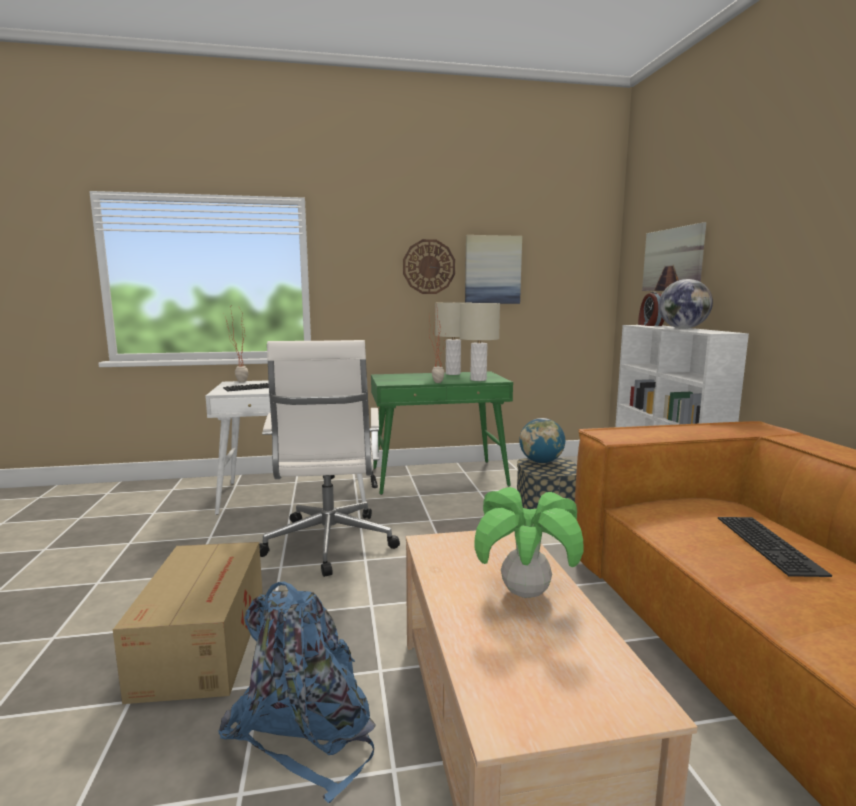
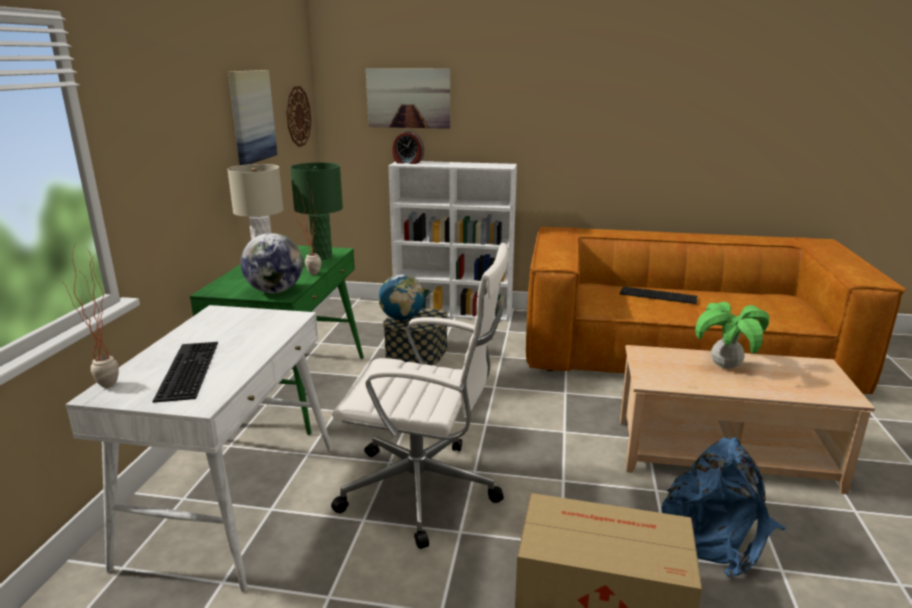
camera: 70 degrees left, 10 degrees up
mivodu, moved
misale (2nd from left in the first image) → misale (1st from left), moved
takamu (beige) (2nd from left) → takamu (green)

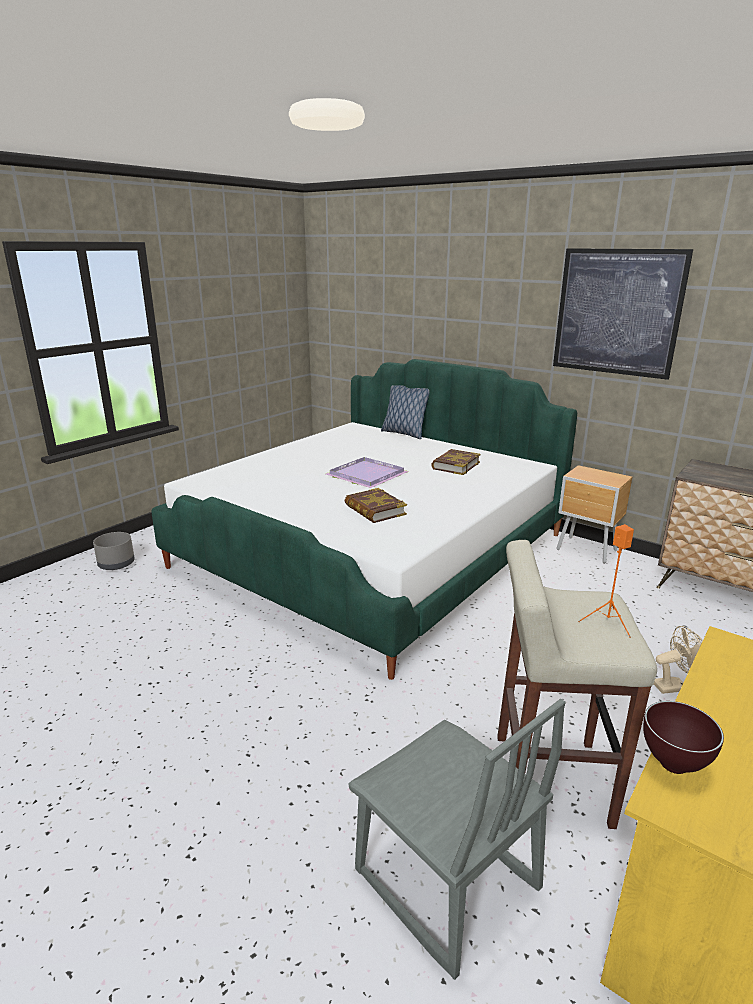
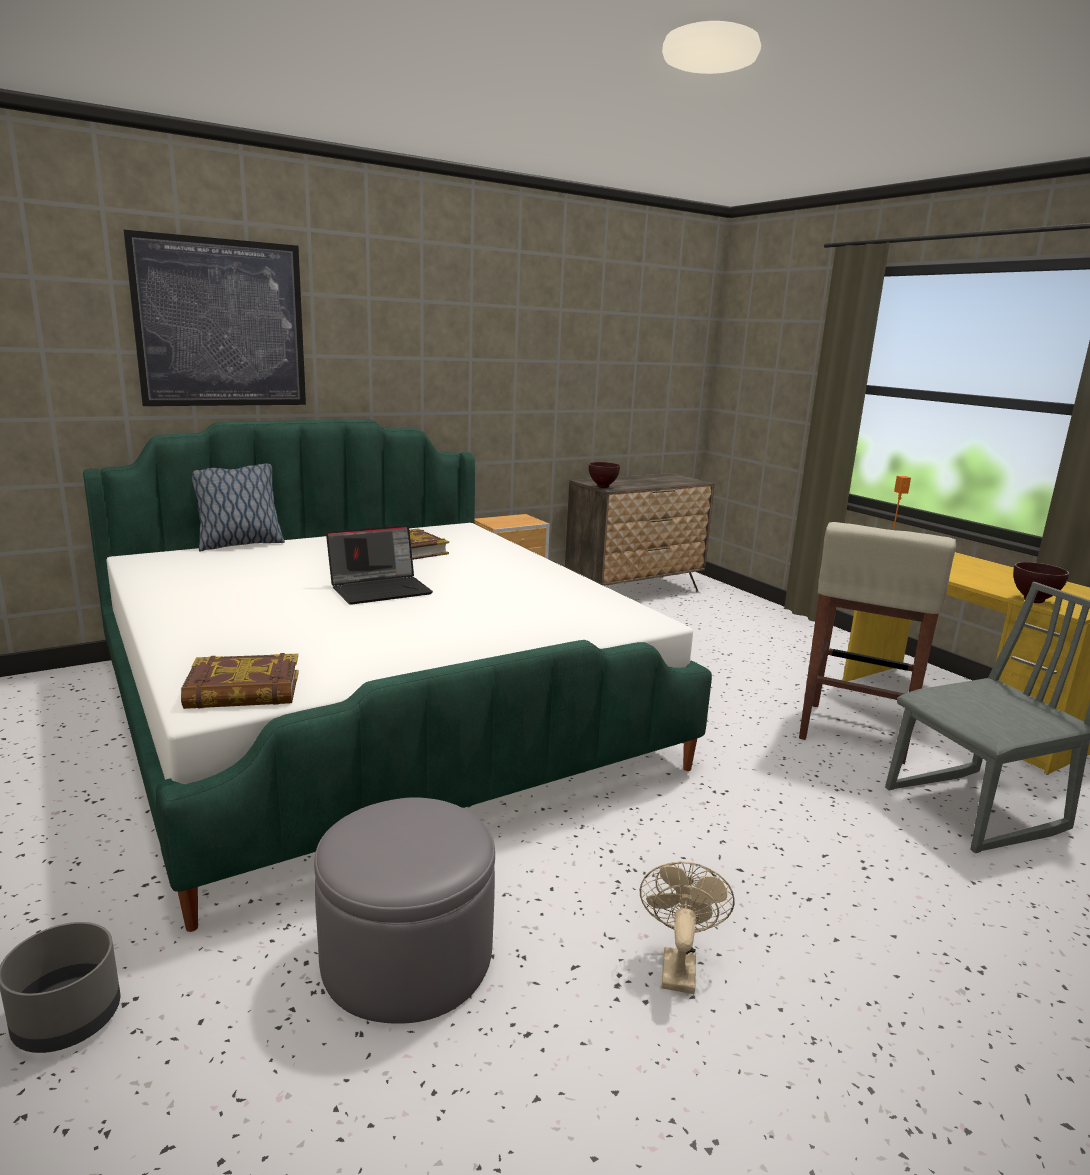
camera: 70 degrees left, 5 degrees down
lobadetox, moved
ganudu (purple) → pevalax
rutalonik (1st from left), moved
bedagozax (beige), moved
- → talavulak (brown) (1st from left)
- → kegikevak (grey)

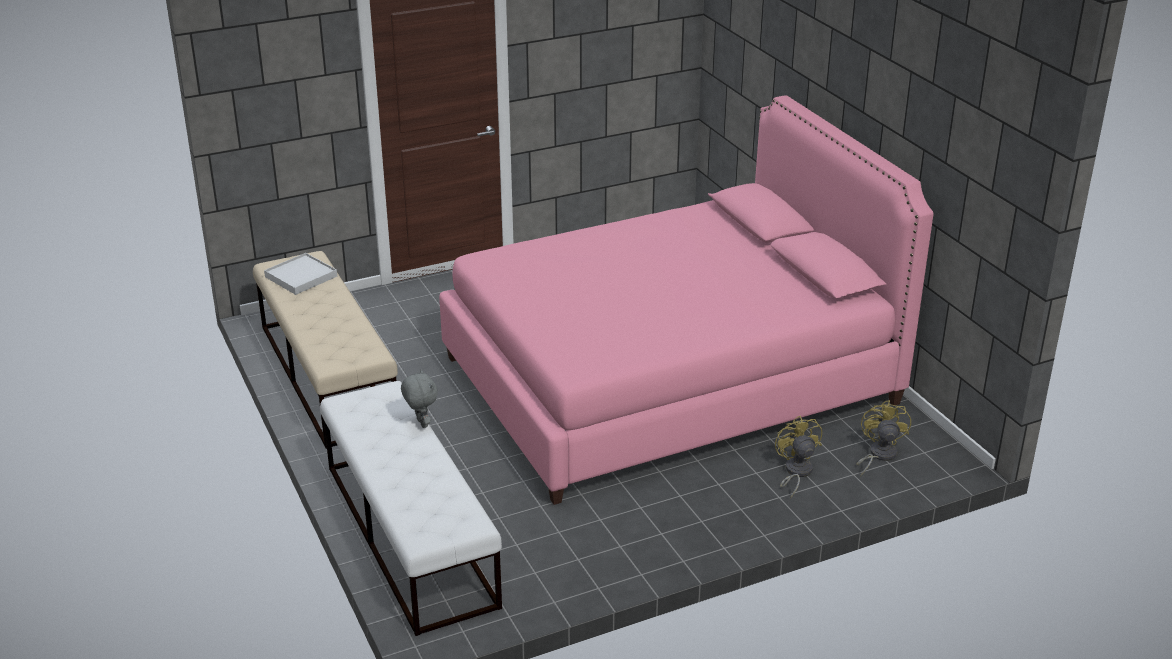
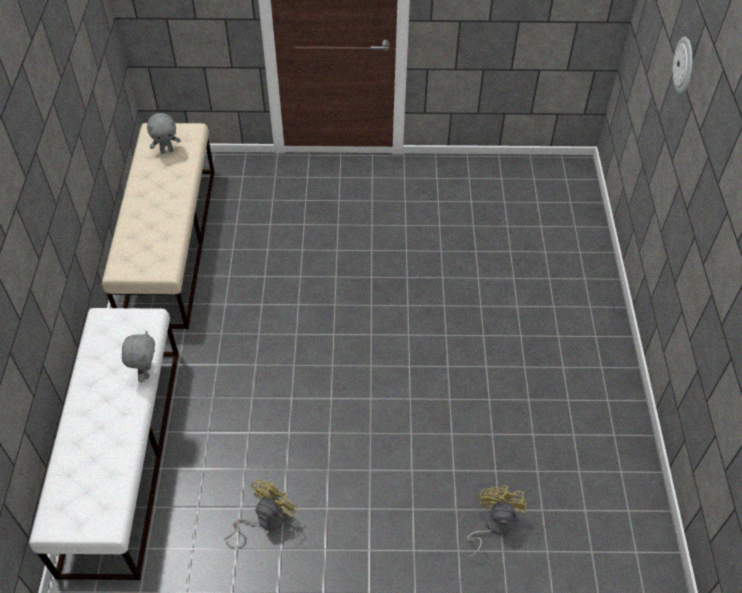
camera: 25 degrees right, 20 degrees up
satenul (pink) → -
ganudu (white) → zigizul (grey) (2nd from left)
bedagozax (yellow) (2nd from left in the first image) → bedagozax (yellow) (1st from left), moved
- → mivodu

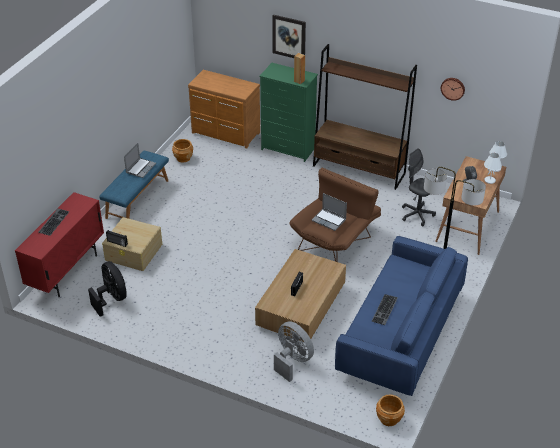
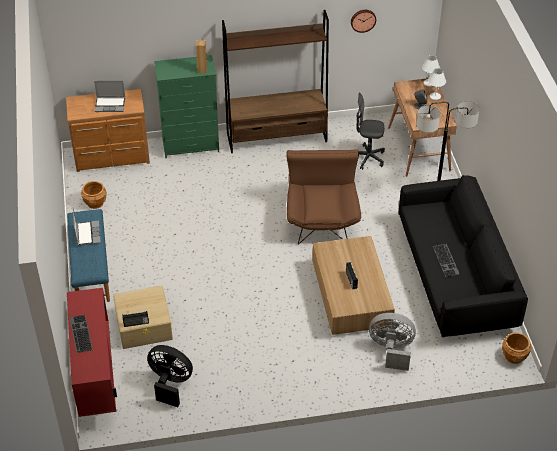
camera: 35 degrees left, 5 degrees up
lobadetox → -
pevalax (2nd from left), moved
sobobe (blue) → sobobe (black)

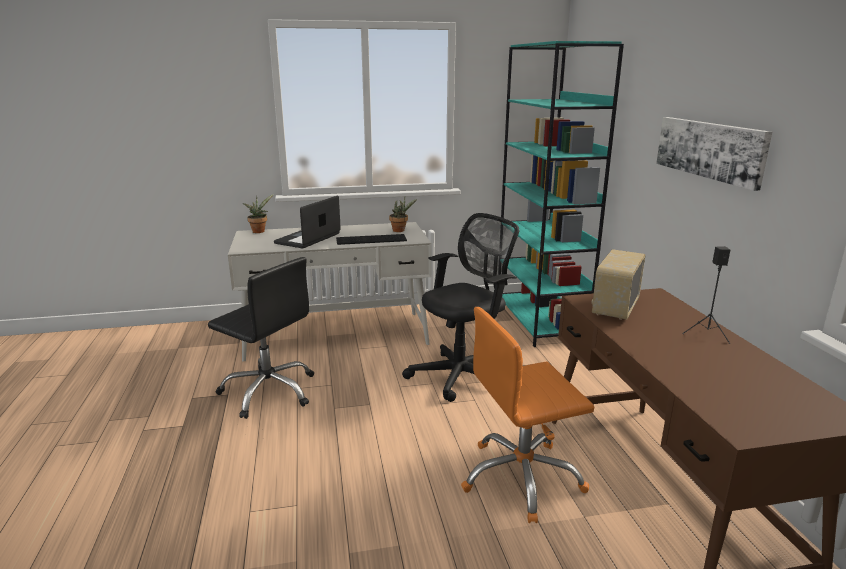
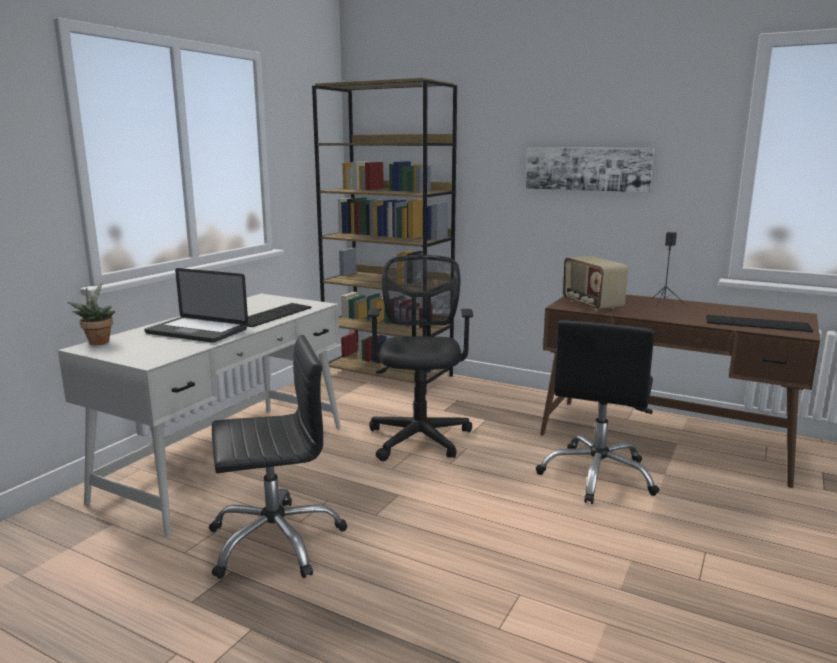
camera: 50 degrees left, 5 degrees down
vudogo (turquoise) → vudogo (brown)
pevalax, 45 degrees counterclockwise
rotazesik (2nd from left) → -
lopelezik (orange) → lopelezik (black) (3rd from left)
- → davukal (2nd from left)

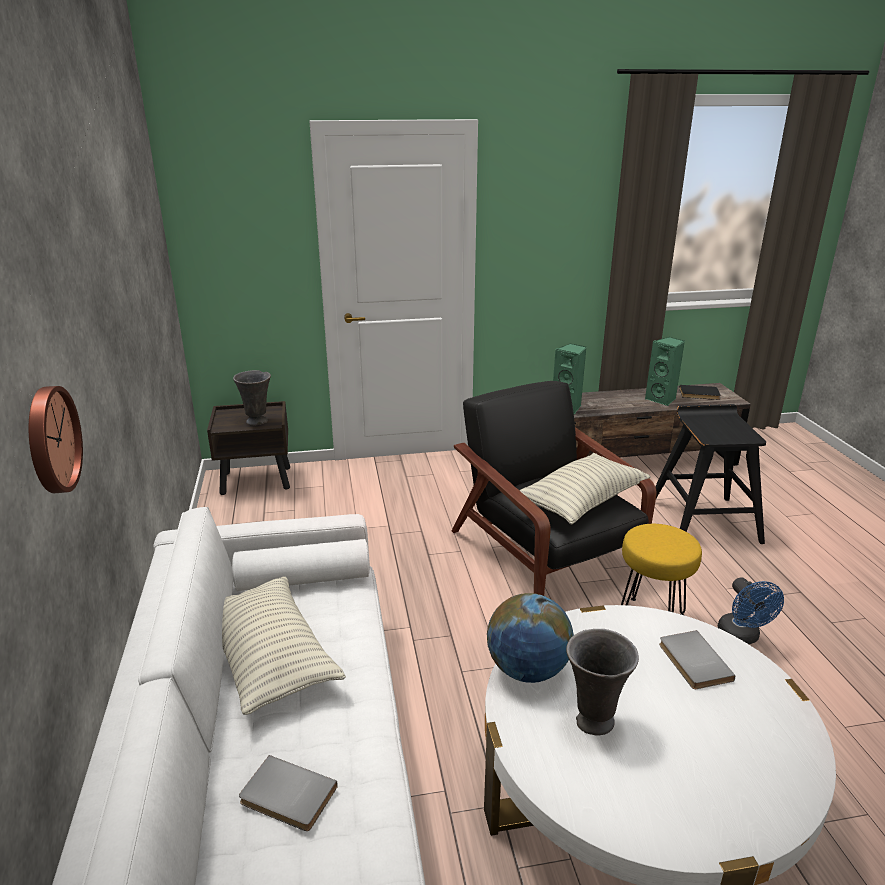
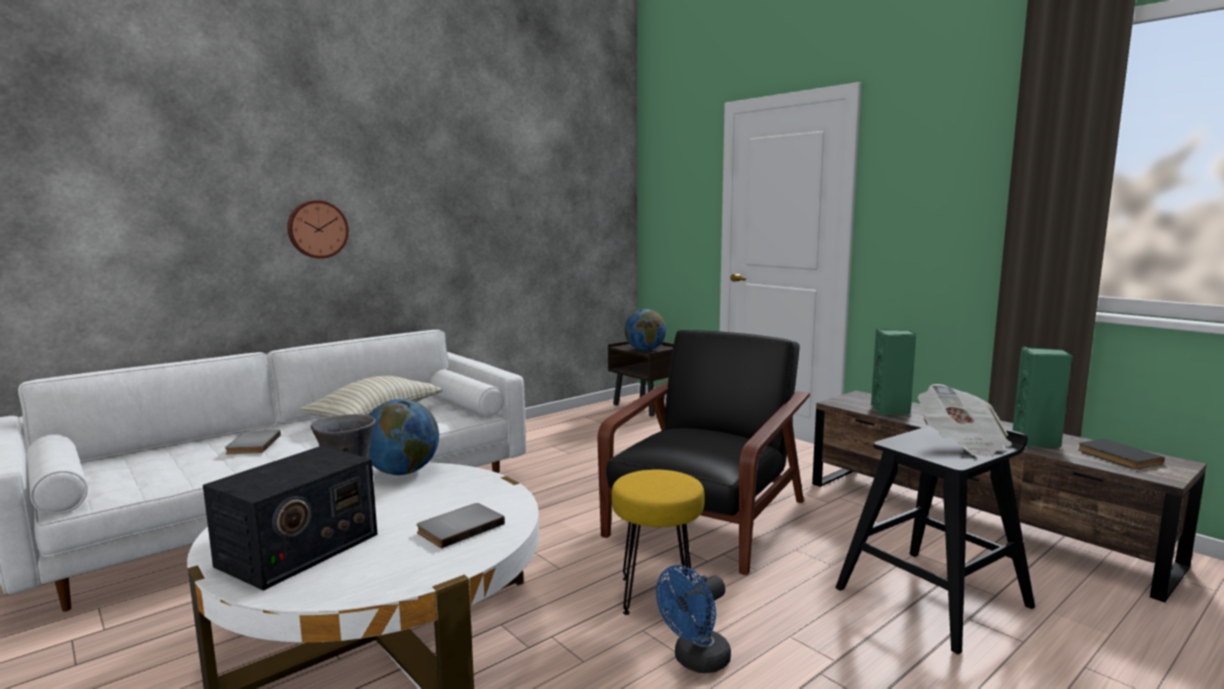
camera: 60 degrees right, 15 degrees down
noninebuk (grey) (1st from left) → misale (2nd from left)
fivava (2nd from left) → -
- → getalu
- → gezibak

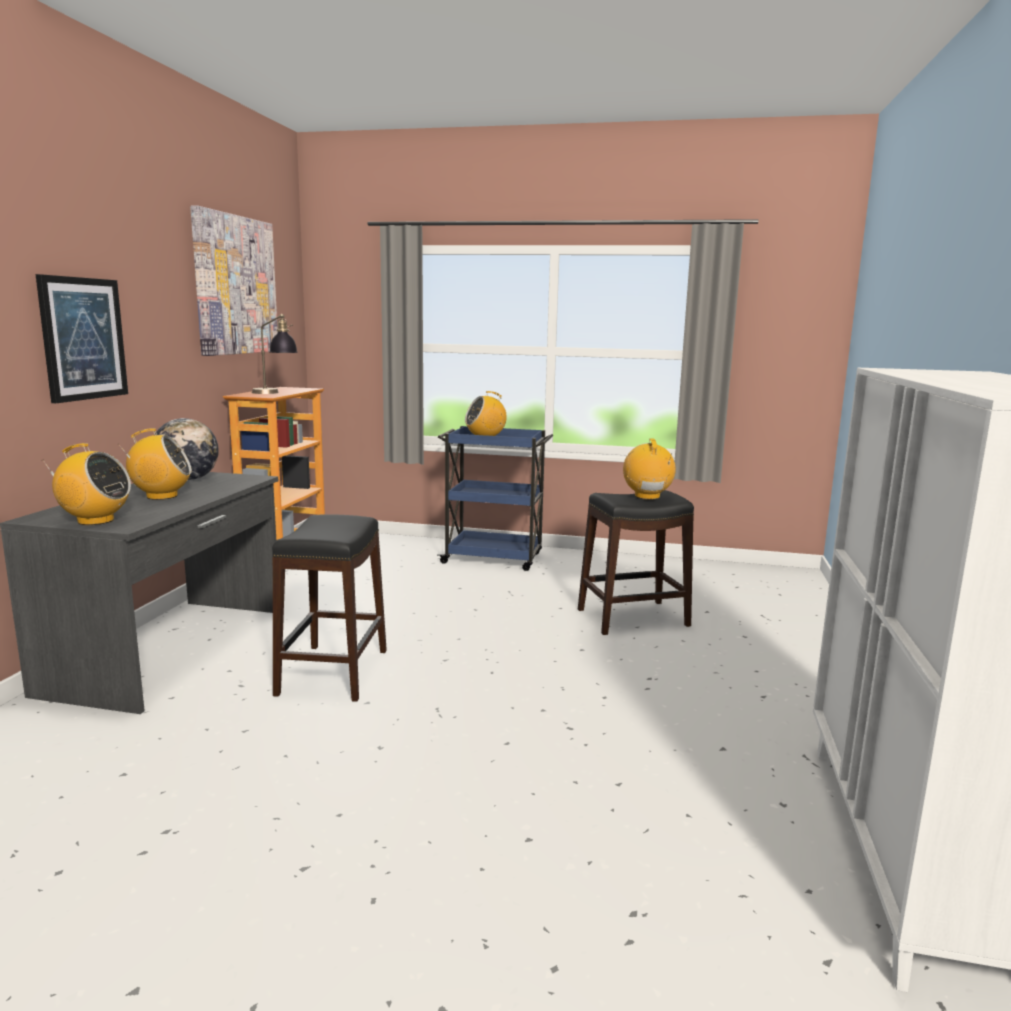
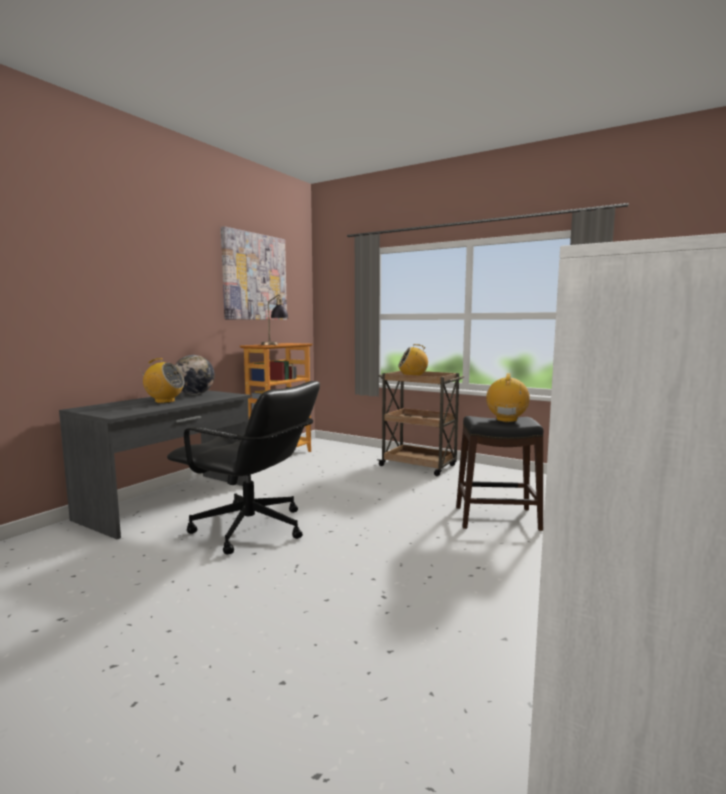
camera: 20 degrees right, 5 degrees down
lobadetox (1st from left) → -
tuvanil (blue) → tuvanil (brown)
gezibak (1st from left) → -
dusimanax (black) (1st from left) → lopelezik (black)

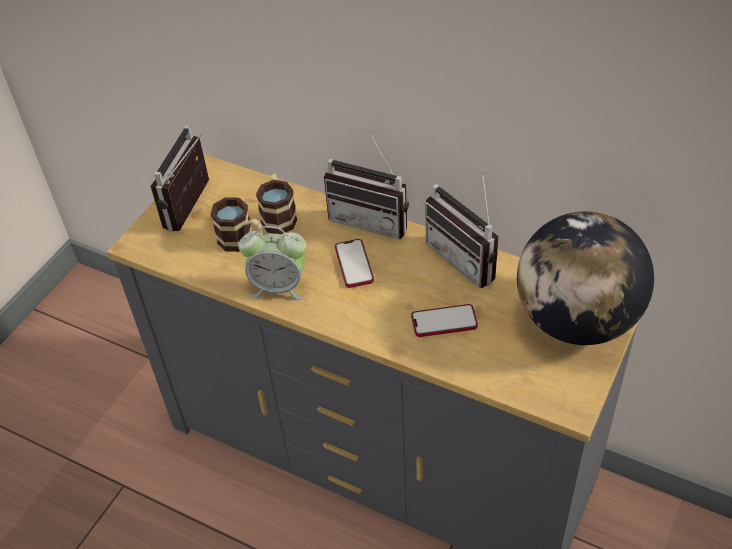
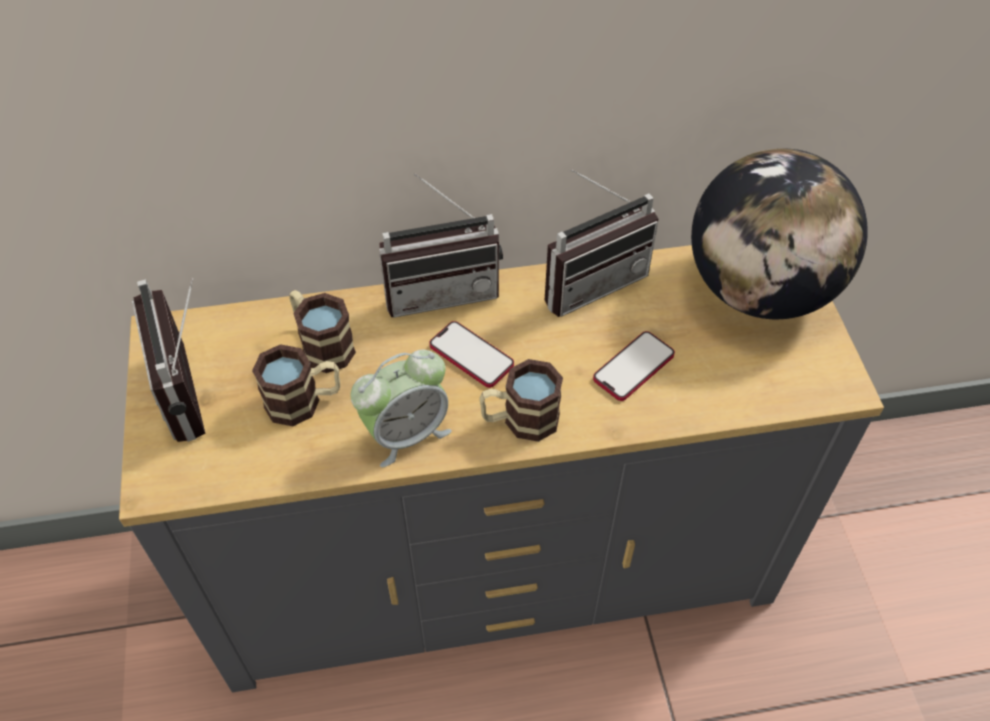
camera: 40 degrees left, 5 degrees up
gezibak (3rd from left), 45 degrees counterclockwise
- → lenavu (3rd from left)

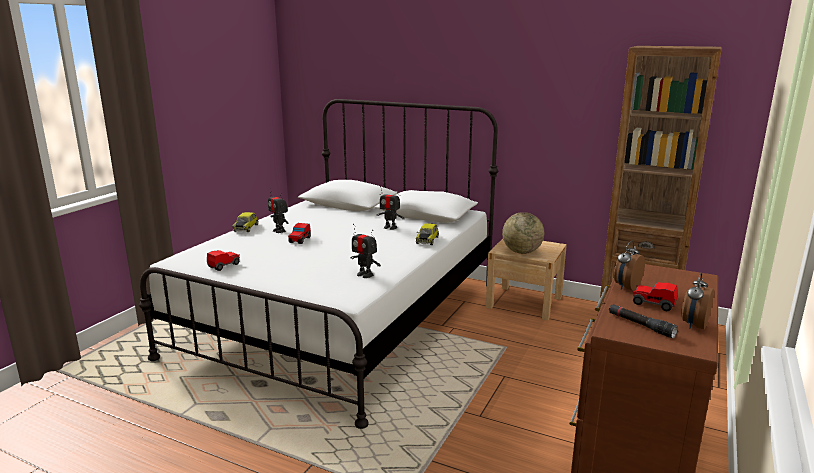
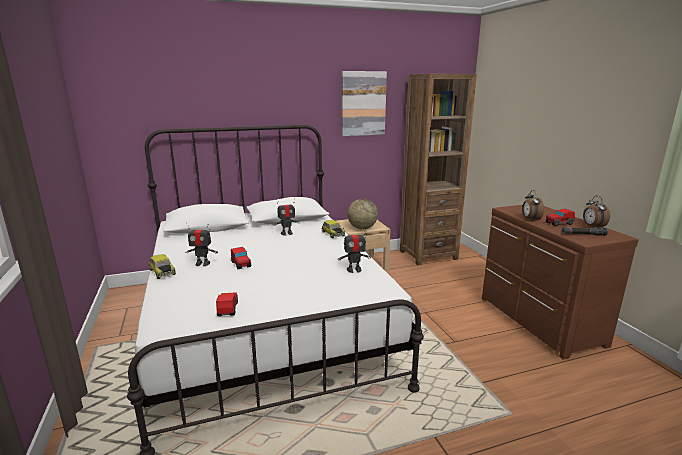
camera: 45 degrees left, 0 degrees up
- → lobadetox

